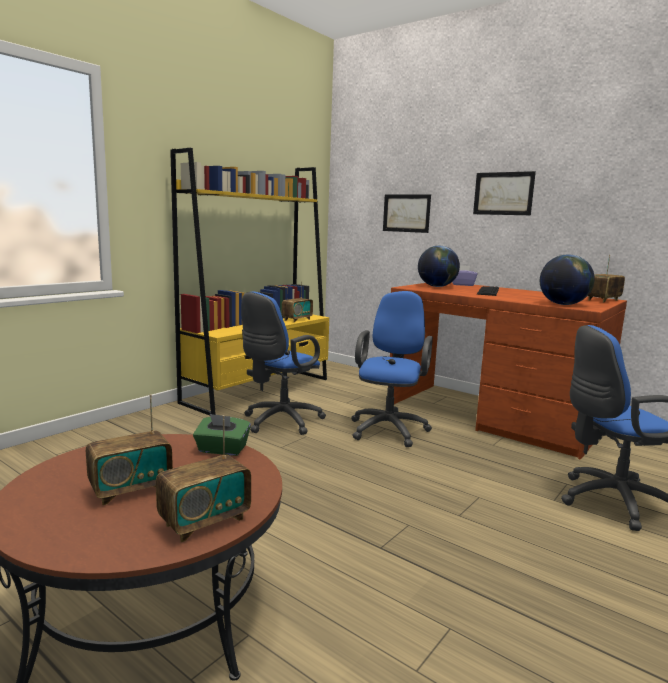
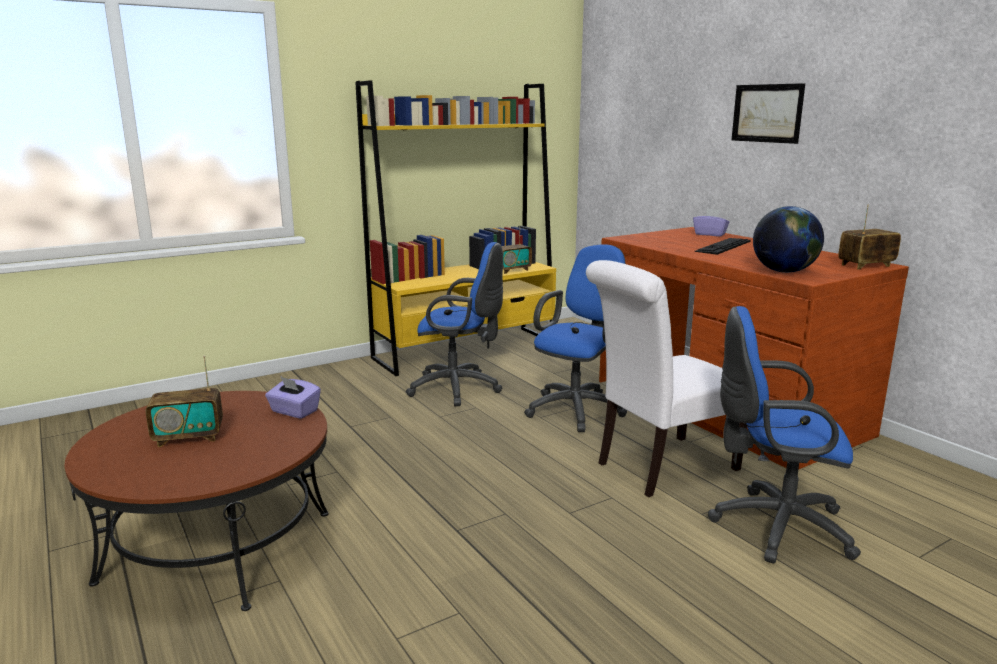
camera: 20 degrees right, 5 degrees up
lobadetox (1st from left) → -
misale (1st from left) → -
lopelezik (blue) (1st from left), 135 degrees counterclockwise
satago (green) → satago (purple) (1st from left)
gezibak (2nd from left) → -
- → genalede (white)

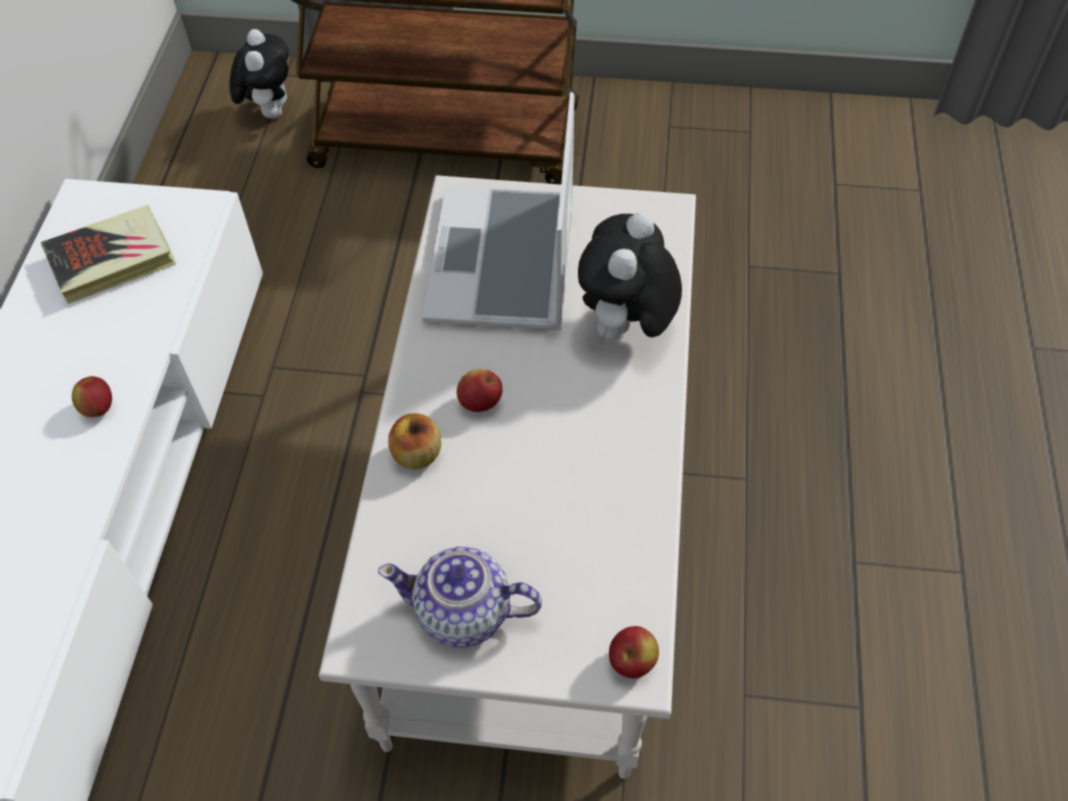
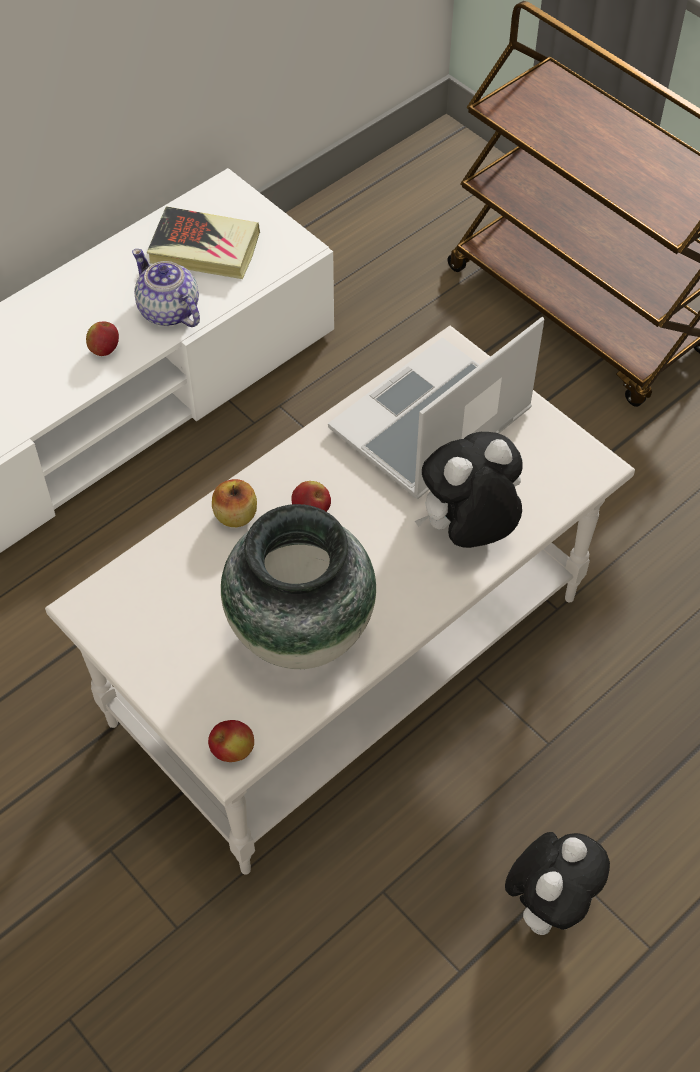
camera: 40 degrees right, 0 degrees up
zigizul (1st from left in the first image) → zigizul (2nd from left), moved
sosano, moved
- → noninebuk

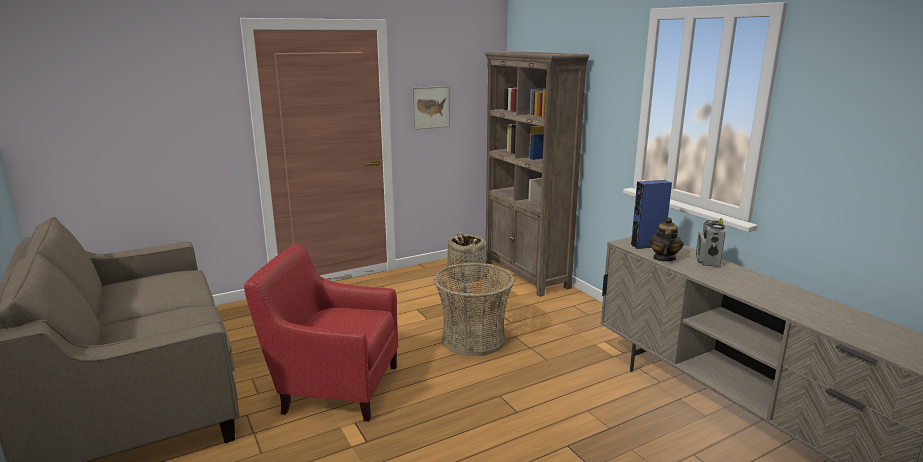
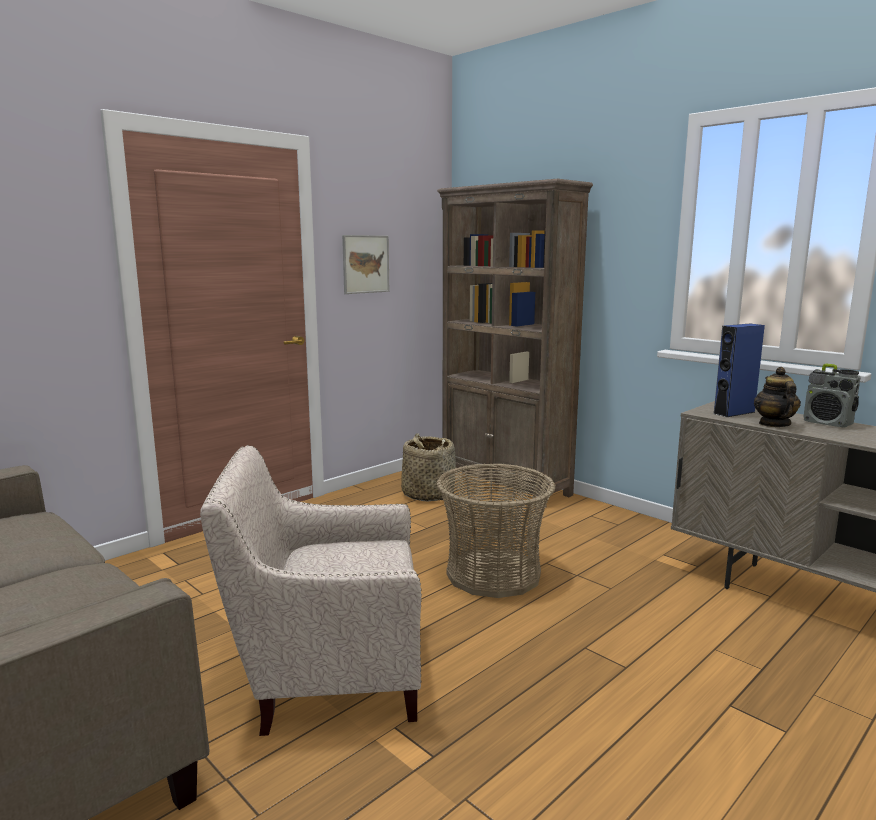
camera: 15 degrees left, 5 degrees down
gezibak, 45 degrees counterclockwise
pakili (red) → pakili (beige)

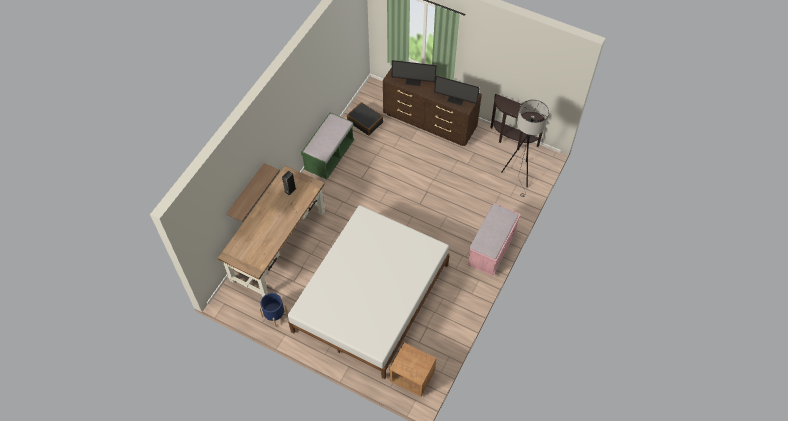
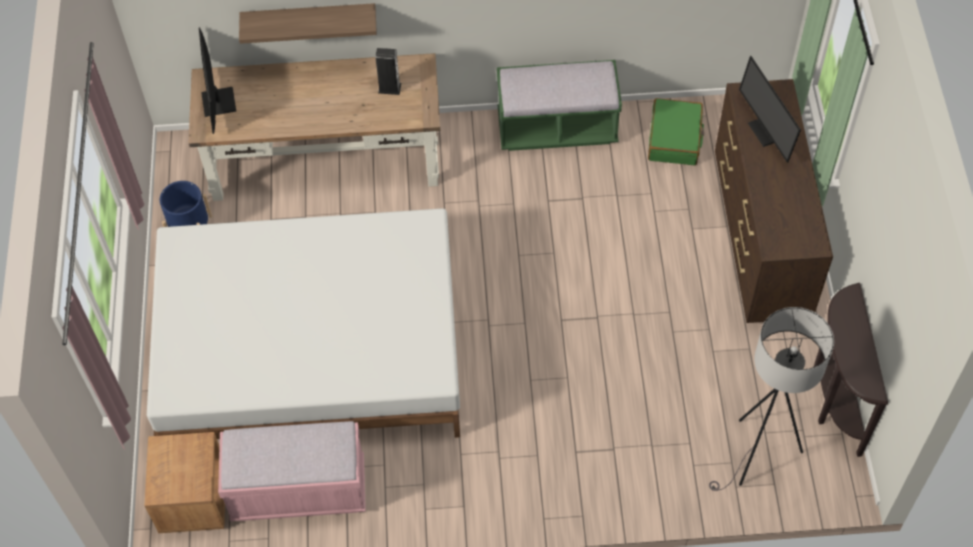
camera: 60 degrees right, 0 degrees up
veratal (2nd from left in the first image) → veratal (1st from left), moved
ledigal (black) → ledigal (green)
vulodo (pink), moved

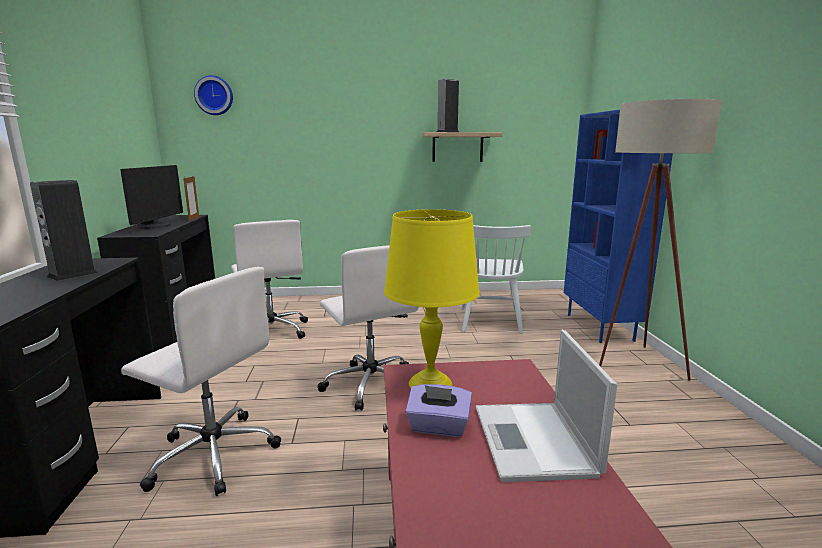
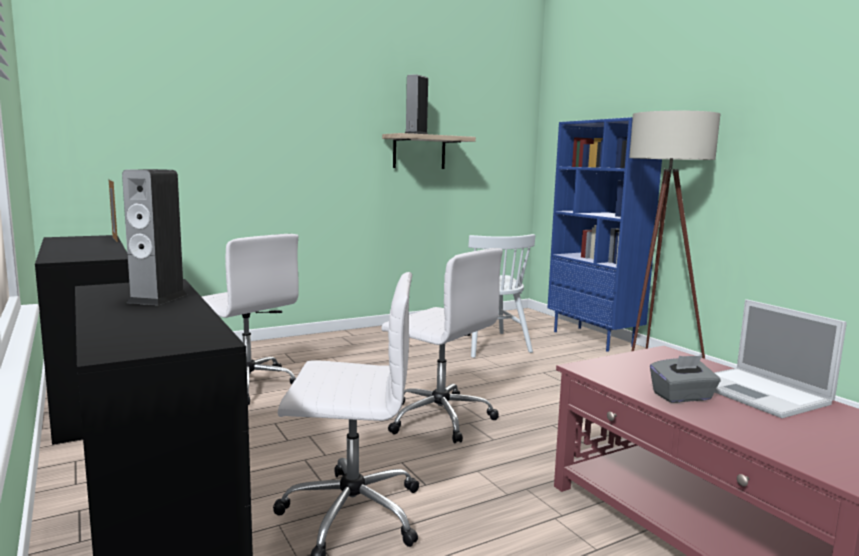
camera: 25 degrees left, 5 degrees down
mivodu → -
veratal → -
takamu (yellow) → -
satago (purple) → satago (grey)

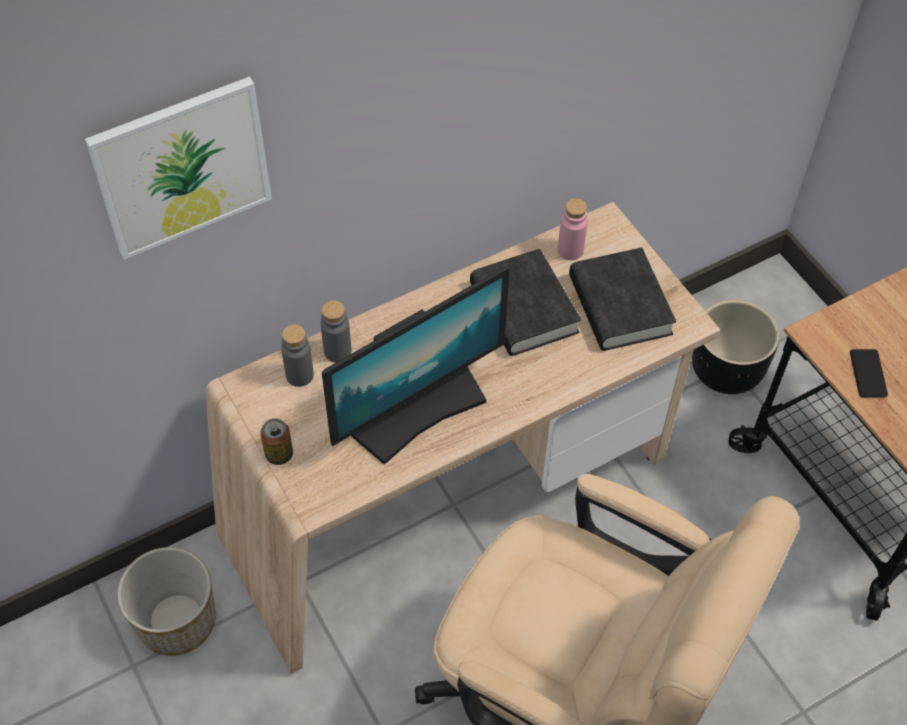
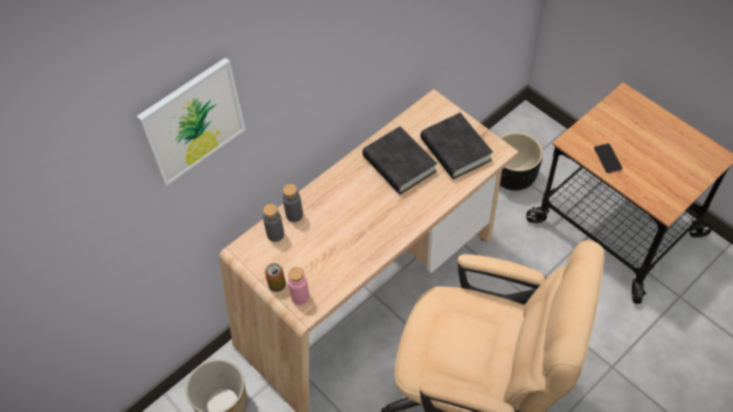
camera: 10 degrees left, 0 degrees up
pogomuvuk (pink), moved
veratal → -

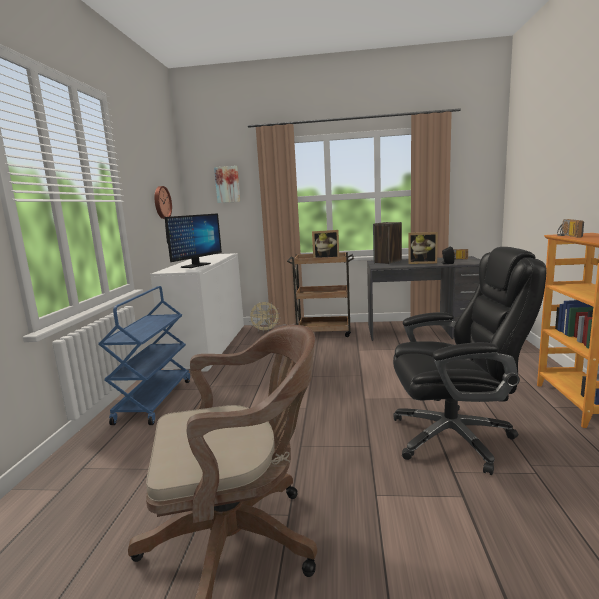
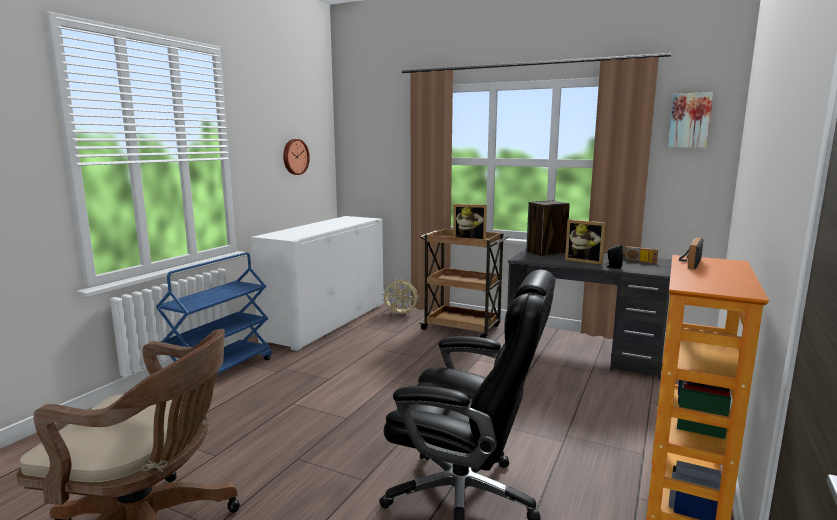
camera: 20 degrees right, 0 degrees up
lobadetox, moved
veratal → -

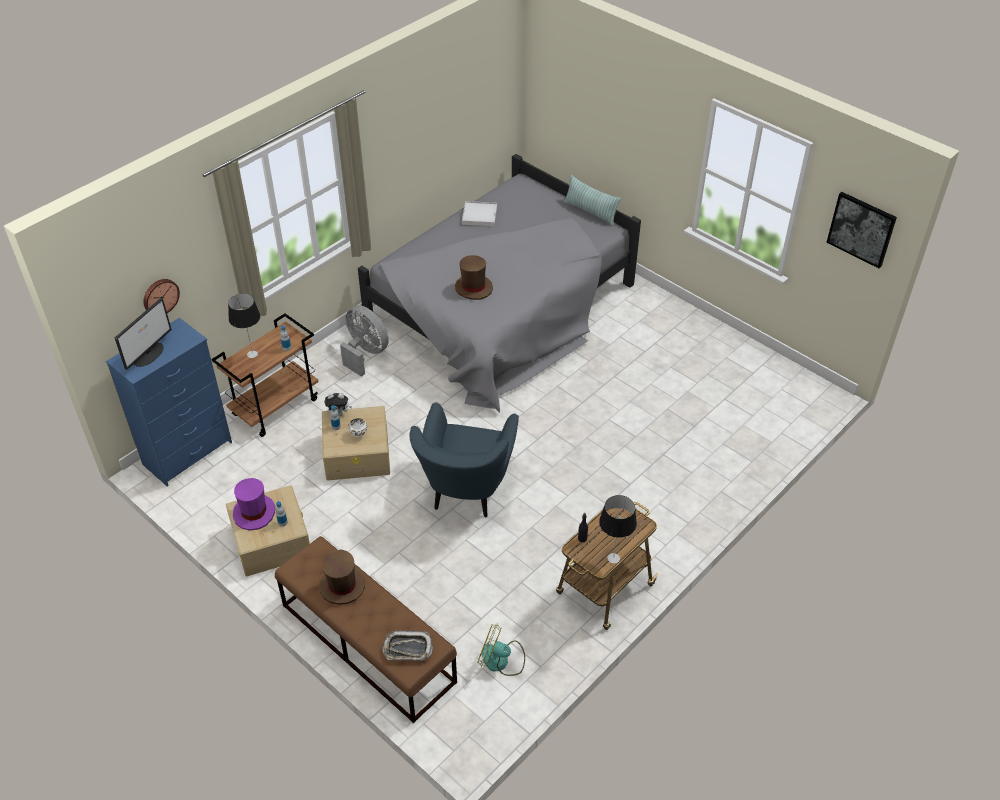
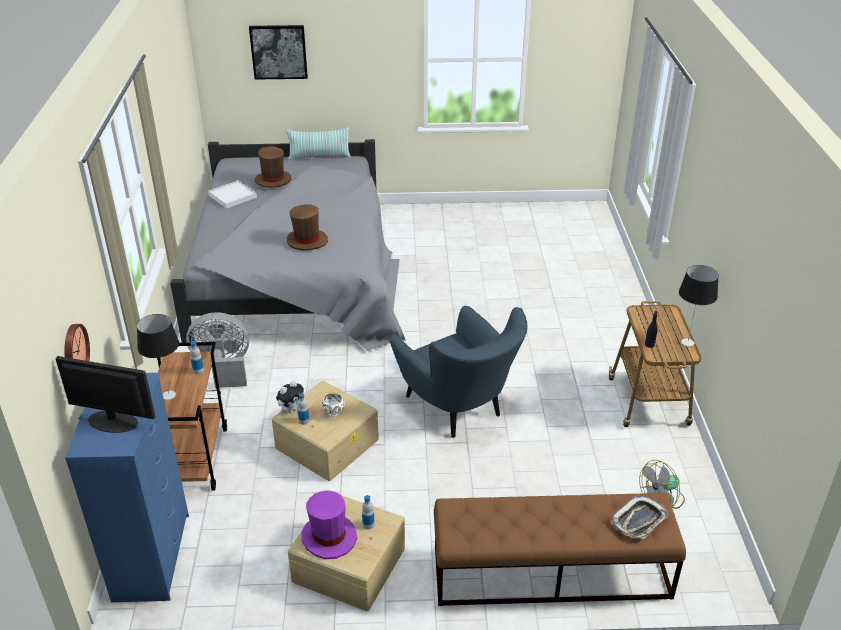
camera: 45 degrees left, 10 degrees down
lobadetox, moved
veratal, 60 degrees counterclockwise
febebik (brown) (1st from left), moved

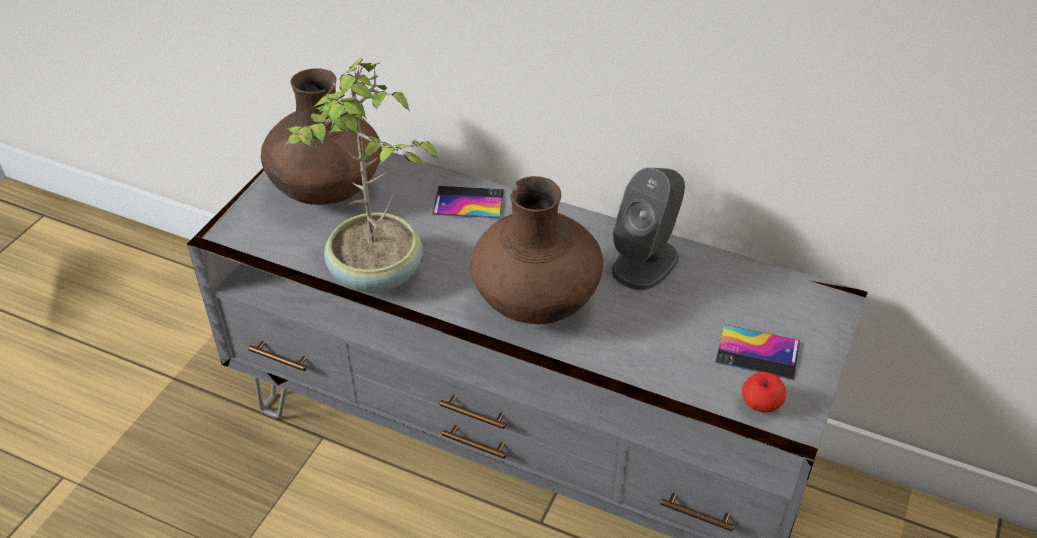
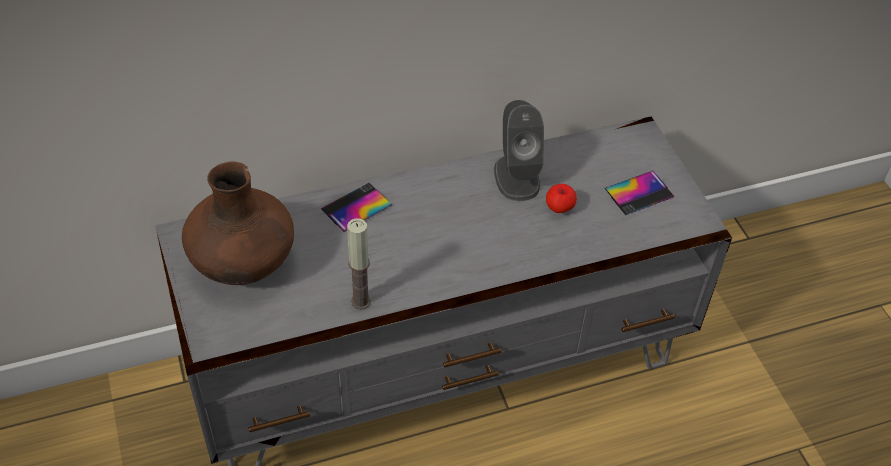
camera: 45 degrees left, 5 degrees up
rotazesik → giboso
noninebuk (brown) (2nd from left) → -
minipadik, moved

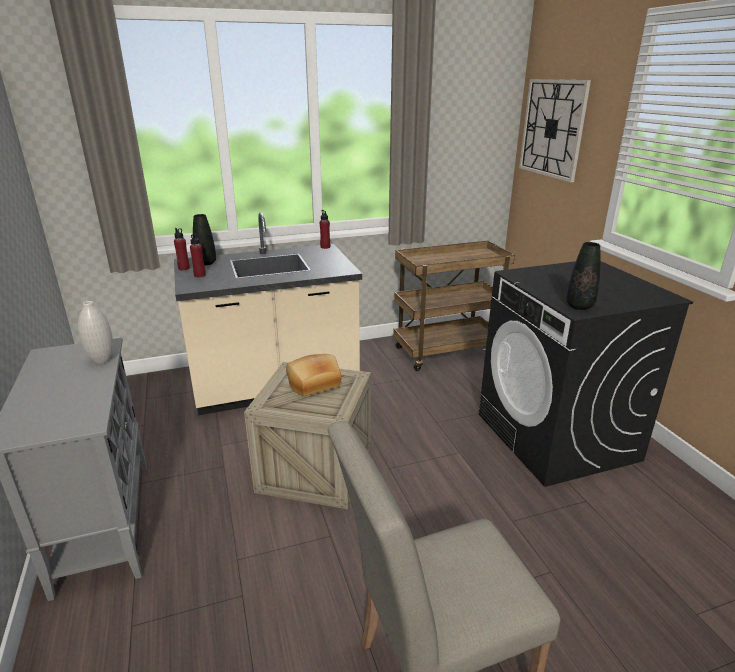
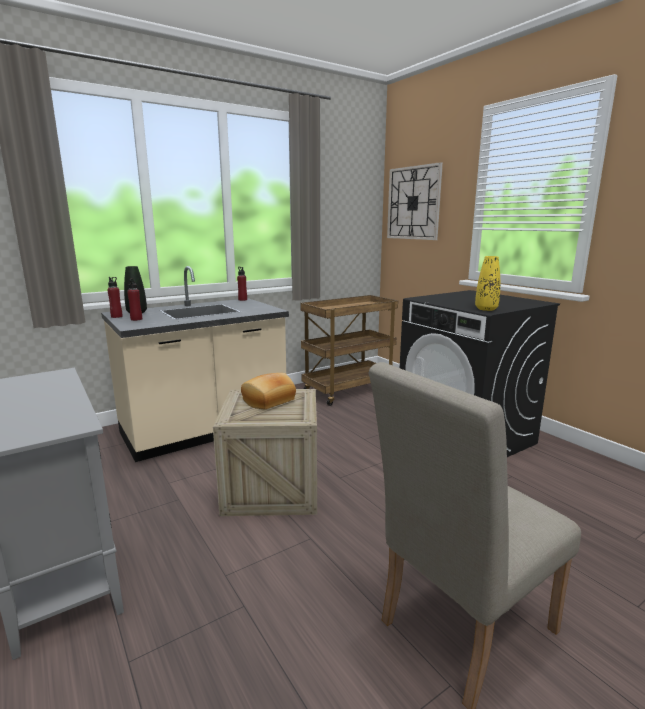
camera: 15 degrees left, 10 degrees down
noninebuk (black) (2nd from left) → noninebuk (yellow)
noninebuk (white) → -

